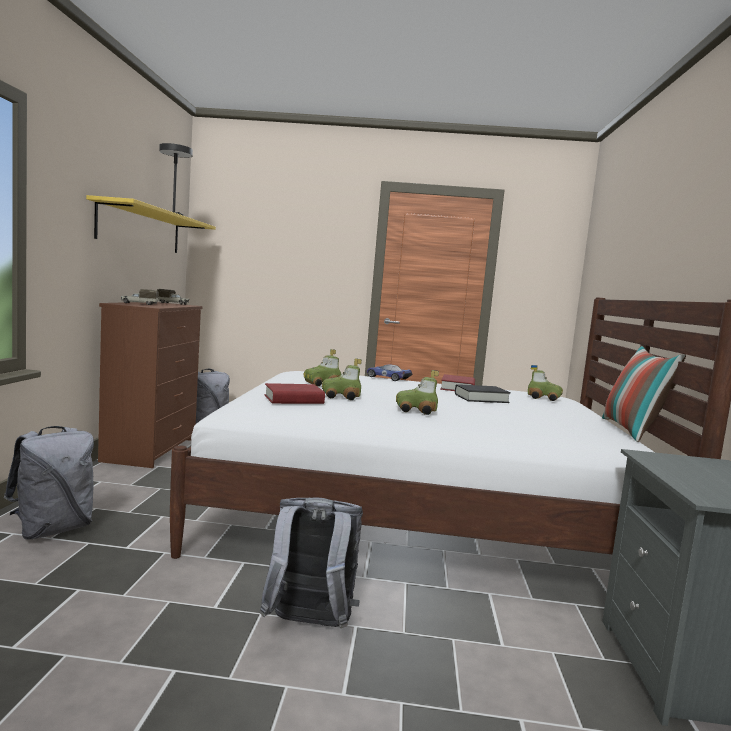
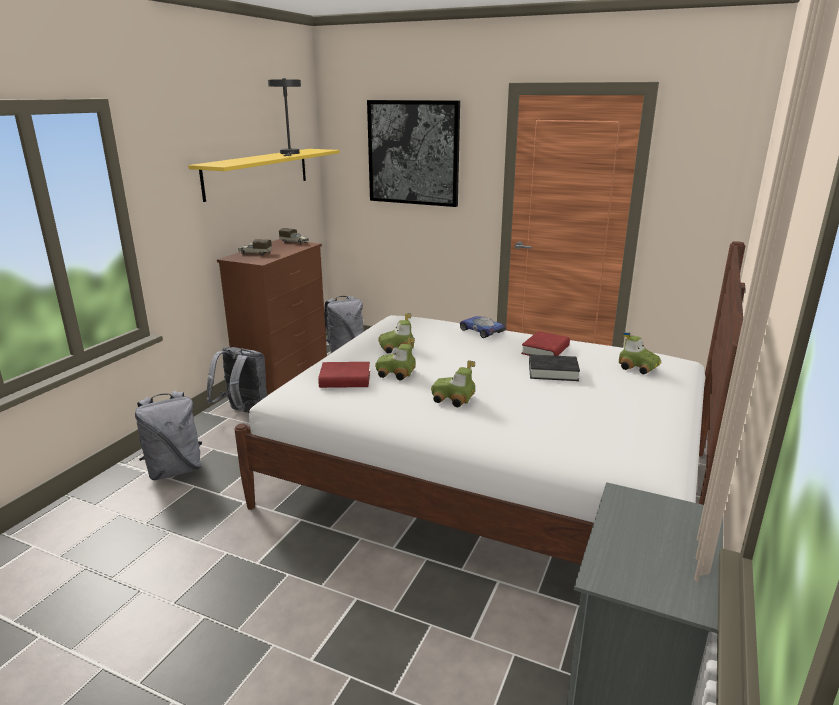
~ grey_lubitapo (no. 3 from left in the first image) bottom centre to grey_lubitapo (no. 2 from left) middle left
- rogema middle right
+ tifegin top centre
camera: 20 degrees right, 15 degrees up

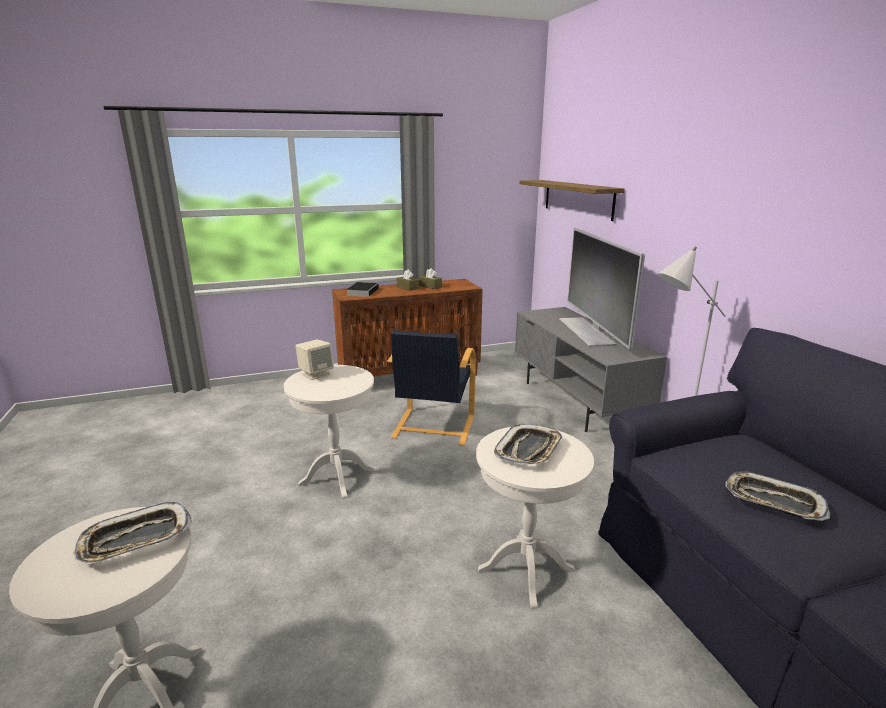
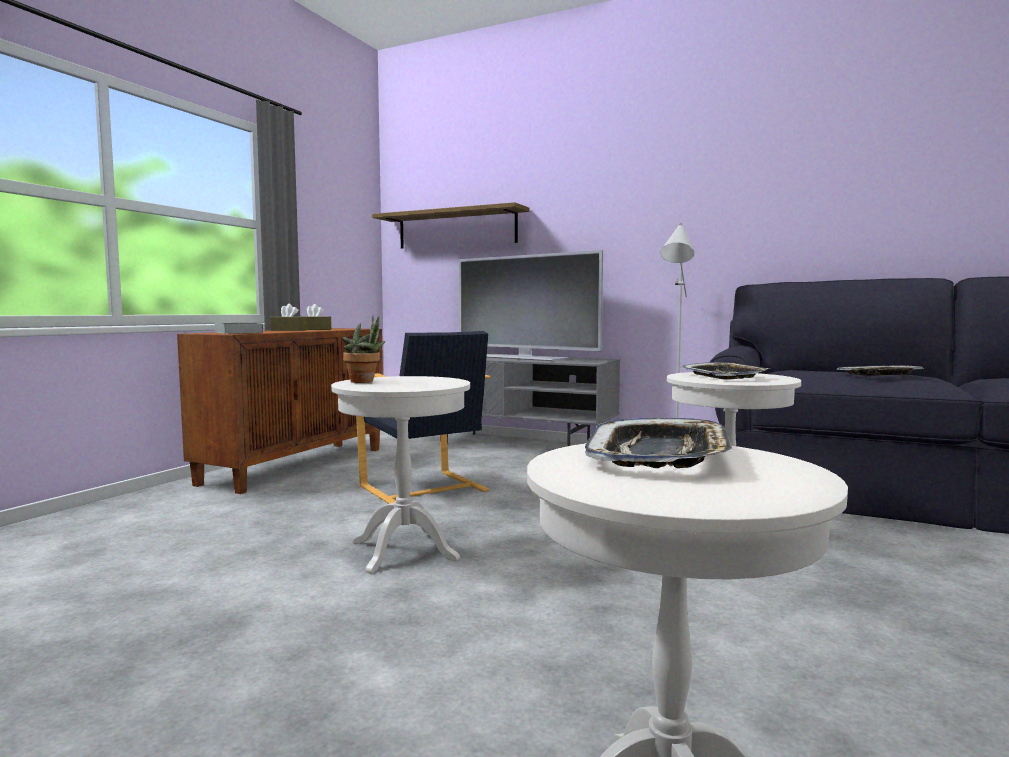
~ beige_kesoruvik centre to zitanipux centre
camera: 45 degrees left, 15 degrees down

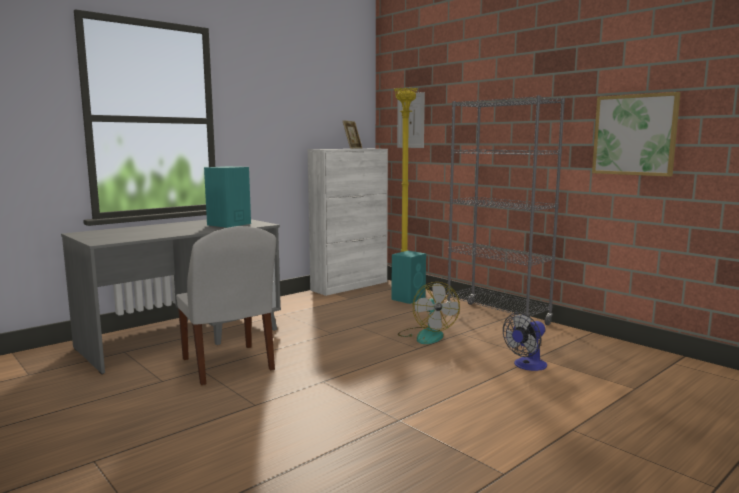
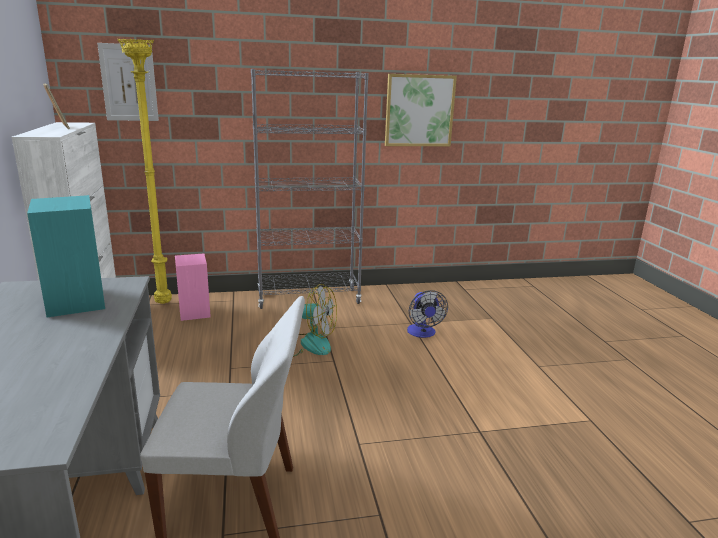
~ turquoise_kesoruvik (no. 2 from left) centre to pink_kesoruvik middle left
camera: 60 degrees left, 10 degrees up

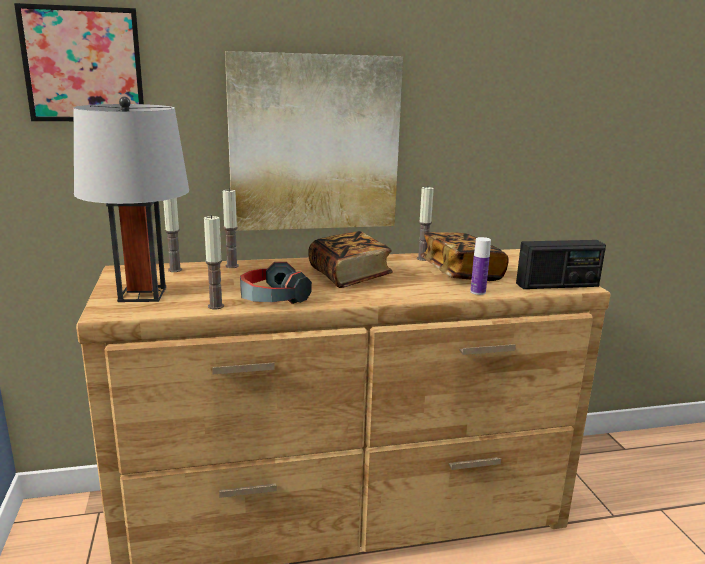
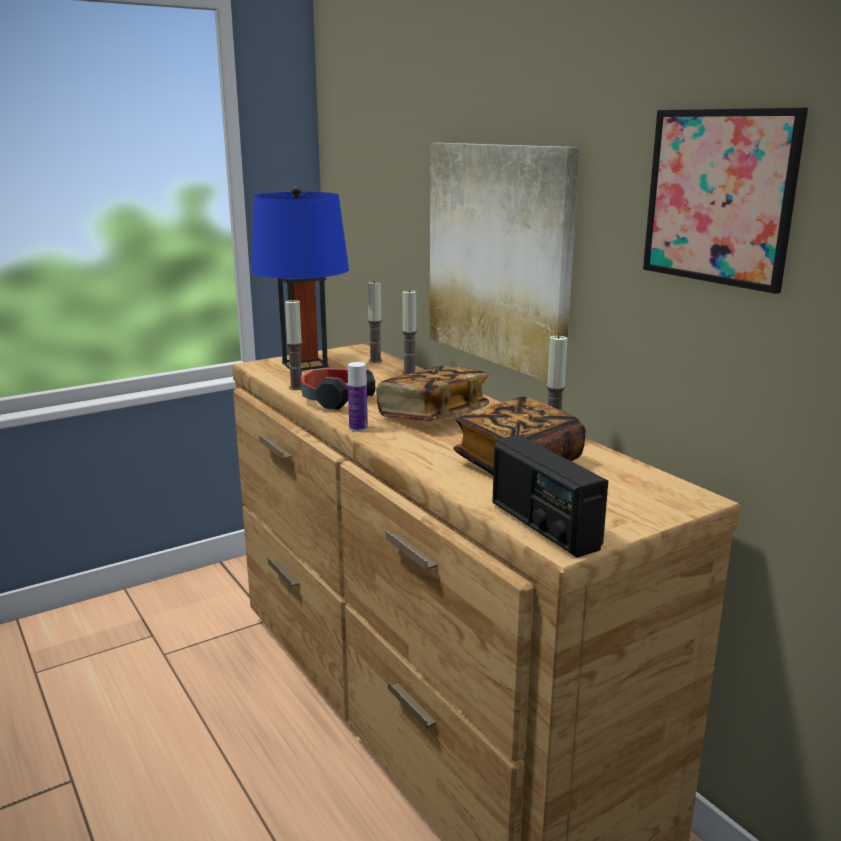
~ tifegin (no. 1 from left in the first image) top left to tifegin (no. 2 from left) top right
~ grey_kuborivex middle left to blue_kuborivex top centre
~ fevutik middle right to centre
camera: 70 degrees right, 0 degrees up

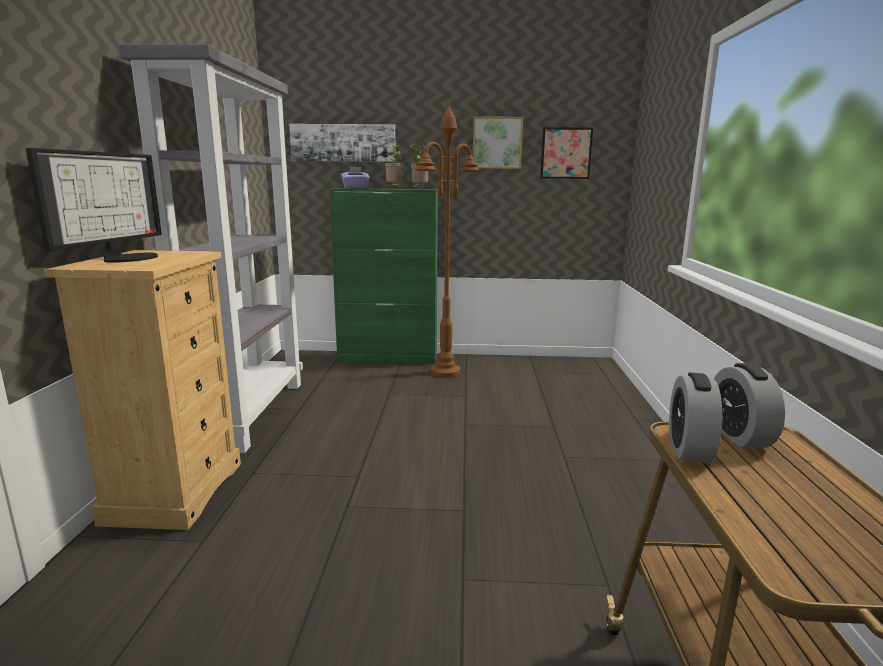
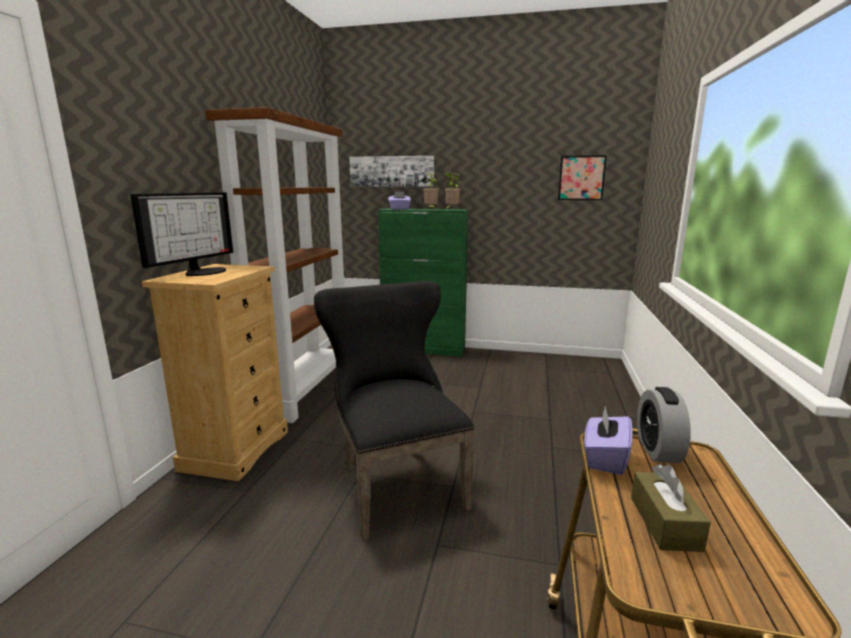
~ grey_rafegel middle left to brown_rafegel middle left
- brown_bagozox centre
- tifegin (no. 2 from left) top centre
~ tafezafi (no. 1 from left) middle right to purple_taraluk (no. 2 from left) bottom right
+ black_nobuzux centre
+ brown_taraluk bottom right
camera: 10 degrees right, 0 degrees up

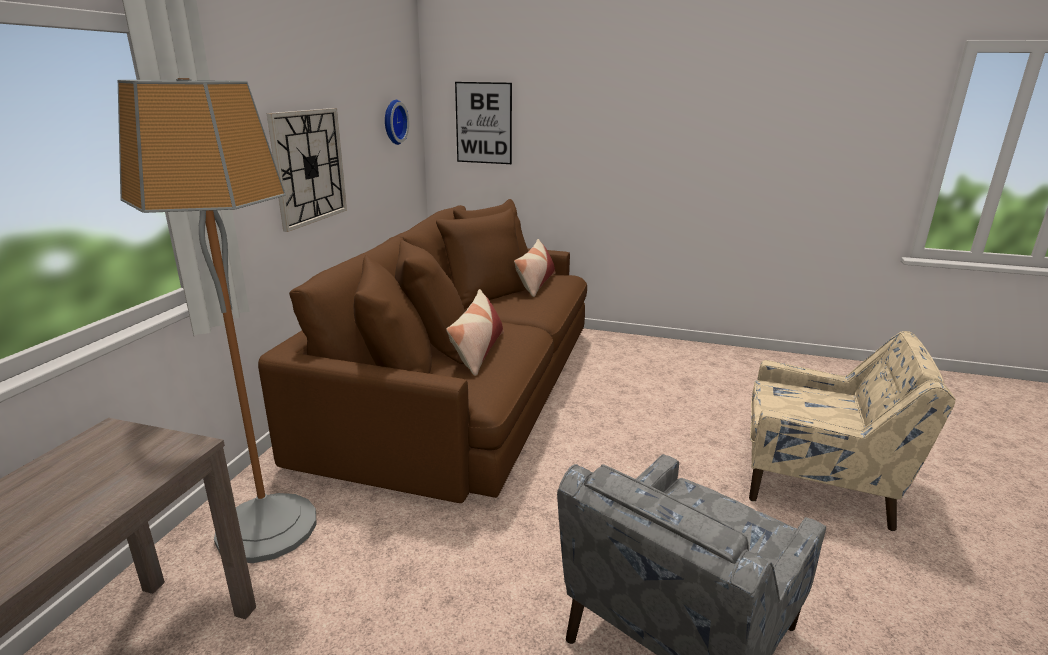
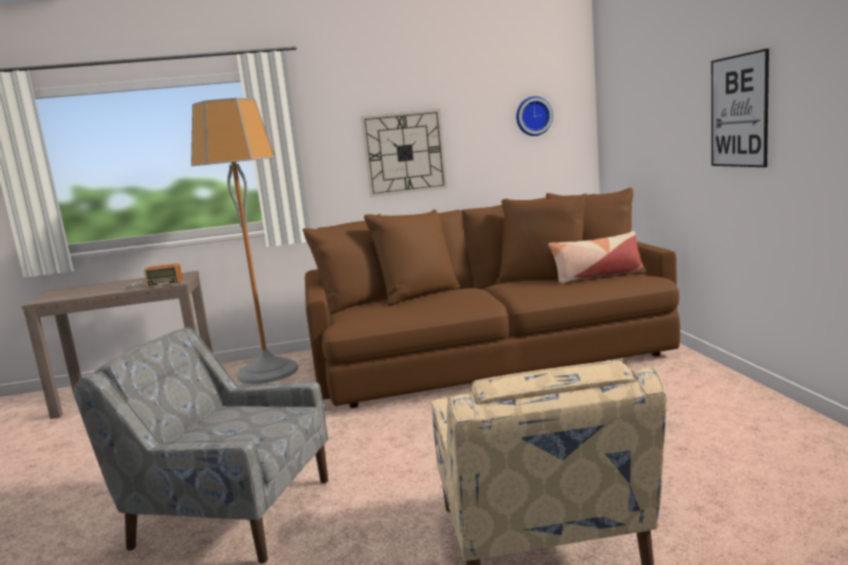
- rogema (no. 1 from left) centre
~ tifegin top centre to top right
+ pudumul middle left
camera: 65 degrees right, 10 degrees down

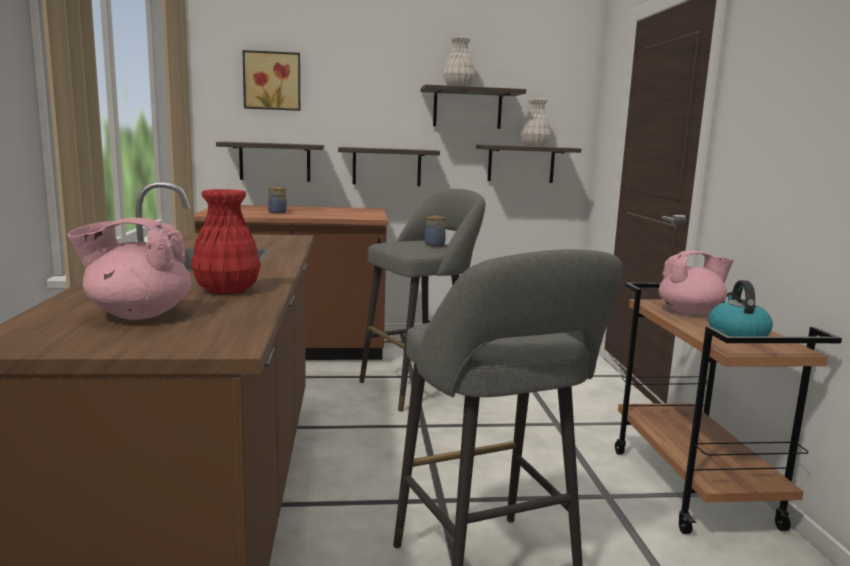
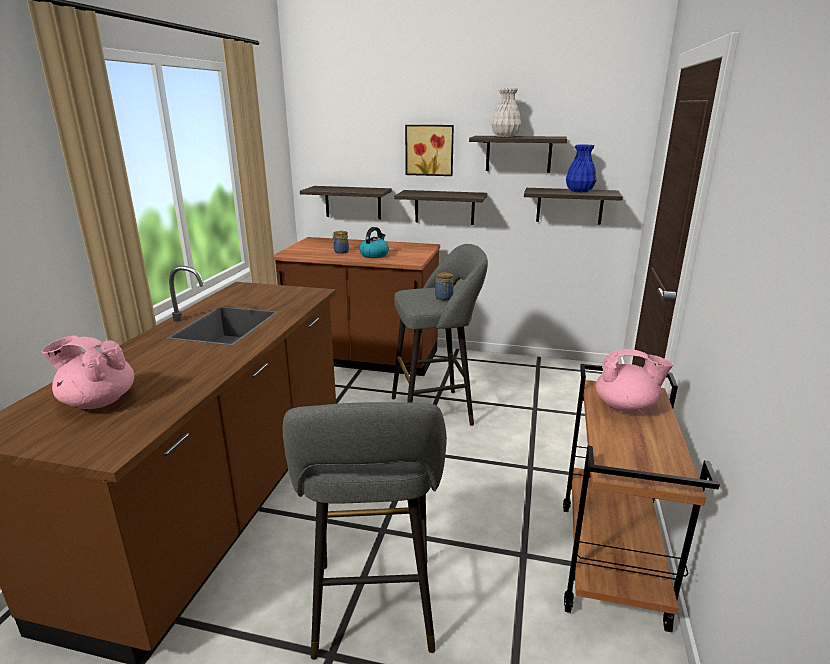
- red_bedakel middle left
~ tifegin top left to top centre
~ white_bedakel (no. 2 from left) top centre to blue_bedakel top right
~ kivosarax middle right to centre
camera: 20 degrees right, 10 degrees up

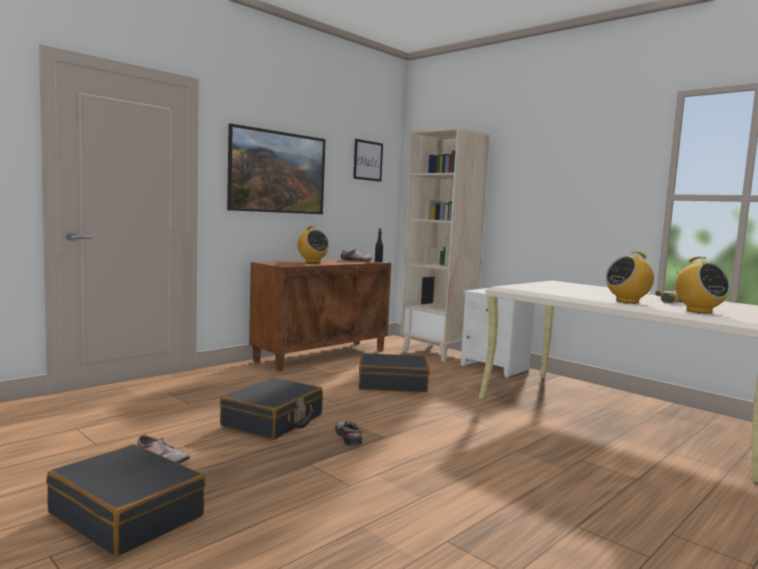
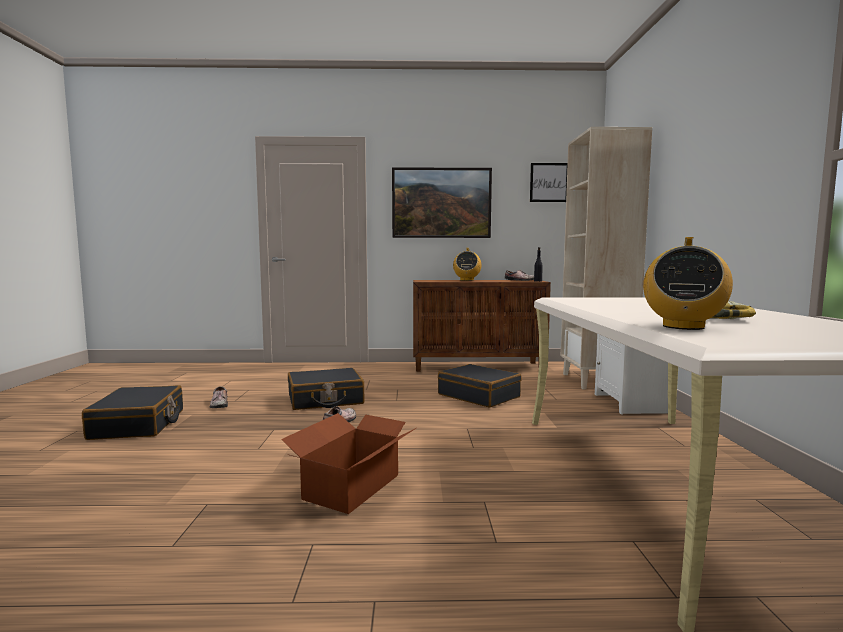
- pudumul (no. 2 from left) middle right
+ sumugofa bottom centre
camera: 45 degrees right, 0 degrees up

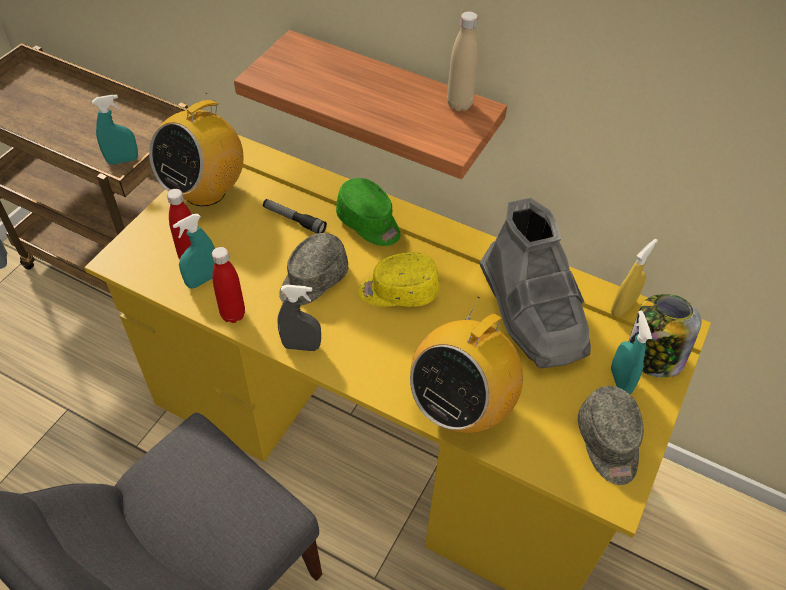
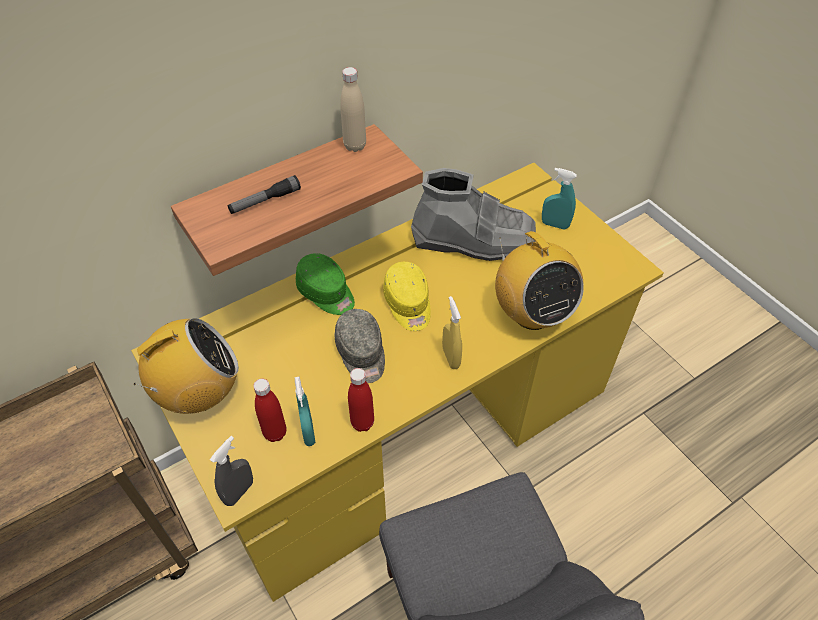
- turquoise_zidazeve (no. 1 from left) top left
~ pudumul (no. 1 from left) top left = middle left 90 degrees counterclockwise
~ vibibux centre to top left
~ grey_zidazeve centre to bottom left
~ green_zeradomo centre = centre 60 degrees clockwise
~ yellow_zeradomo centre = centre 45 degrees counterclockwise
- grey_zeradomo (no. 2 from left) bottom right
~ yellow_zidazeve middle right to centre
- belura middle right
camera: 60 degrees left, 0 degrees up

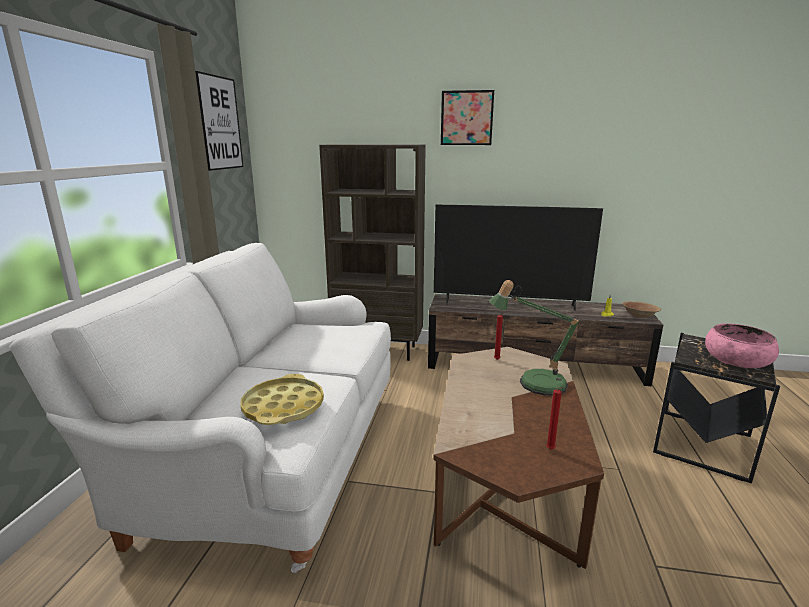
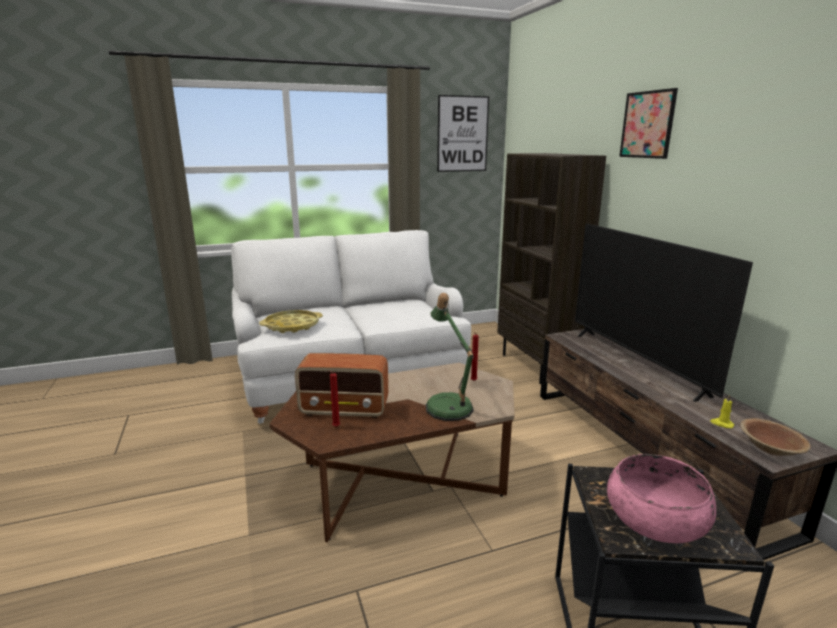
+ pudumul centre
camera: 60 degrees right, 0 degrees up

